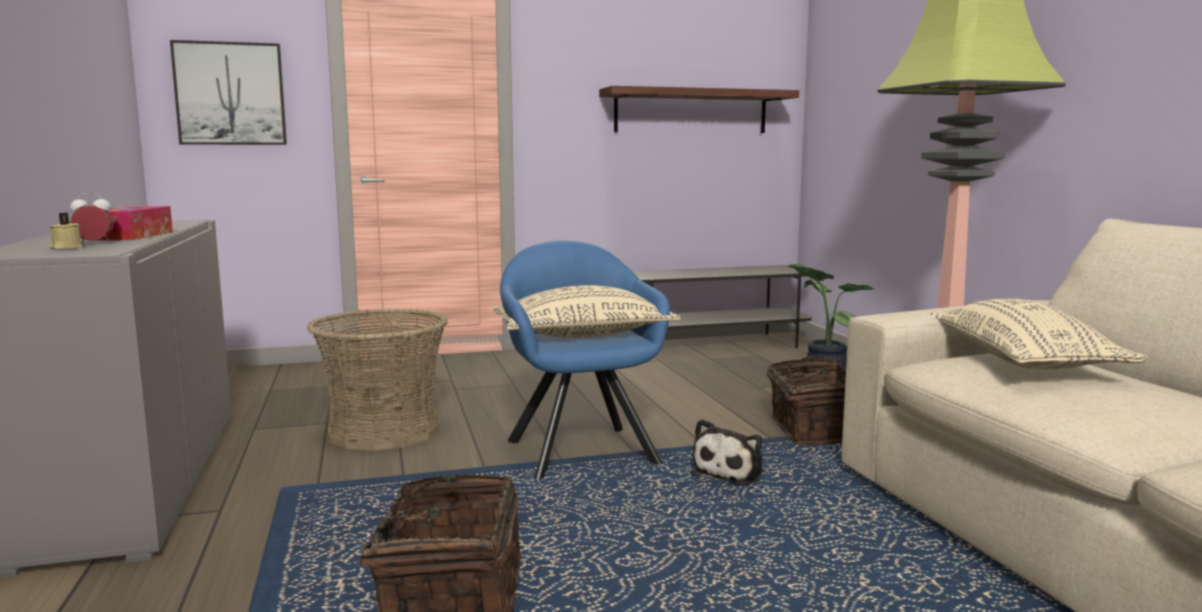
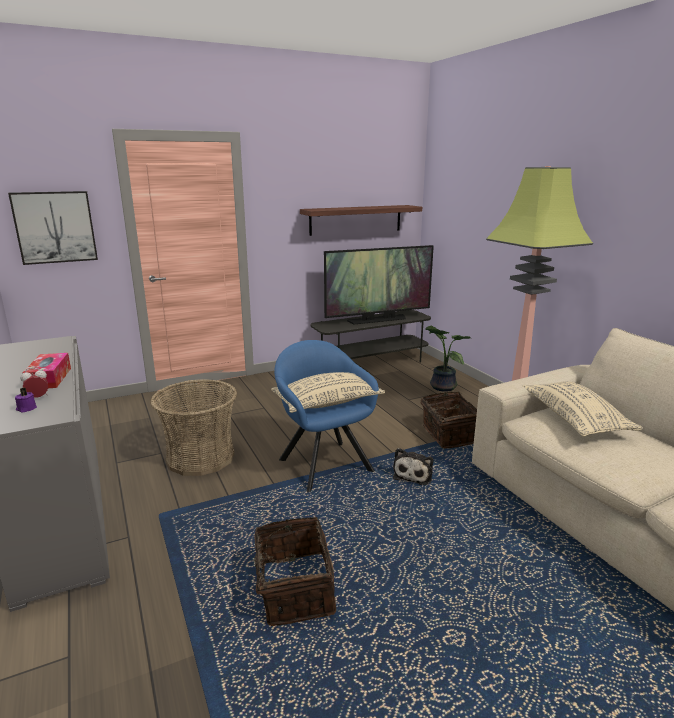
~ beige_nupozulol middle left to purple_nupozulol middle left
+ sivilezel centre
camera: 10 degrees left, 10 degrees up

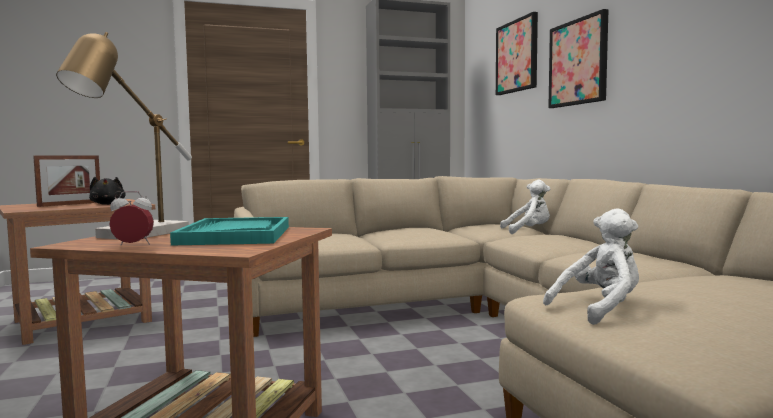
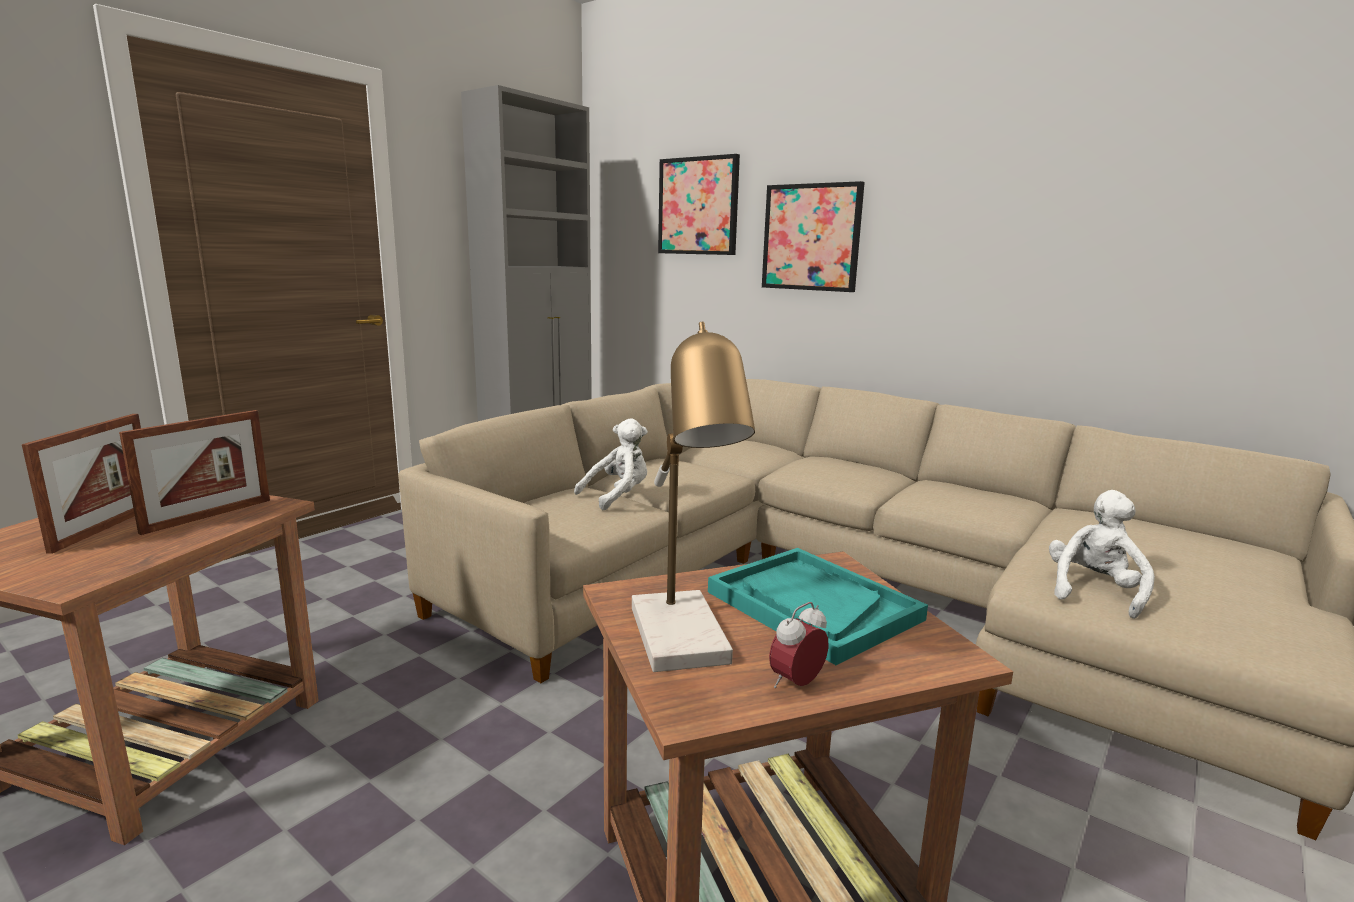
~ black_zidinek middle left to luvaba (no. 2 from left) middle left
~ white_zidinek (no. 1 from left) middle right to centre
camera: 35 degrees left, 10 degrees up

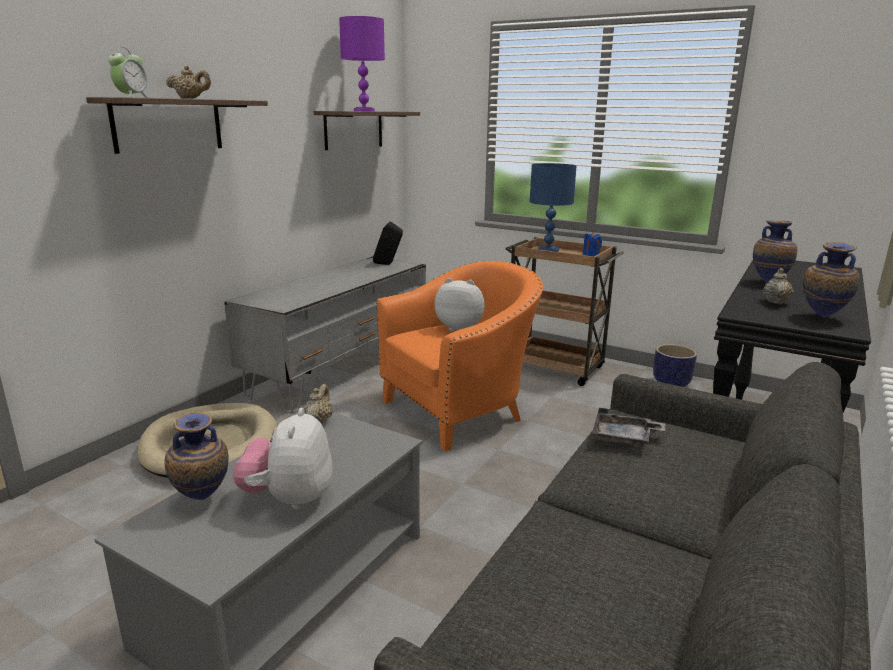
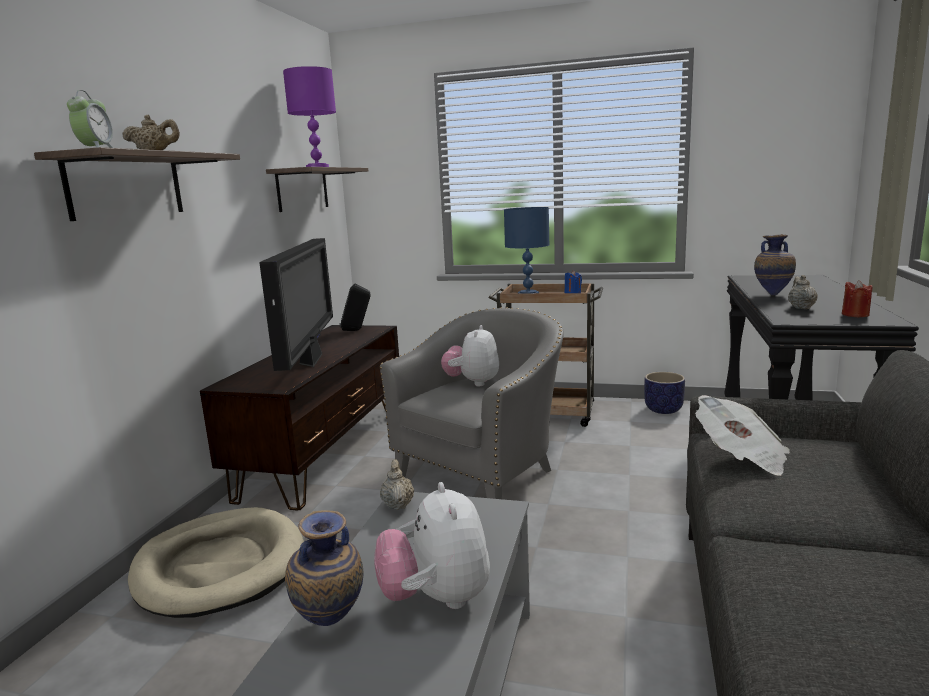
~ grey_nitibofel centre to brown_nitibofel middle left
~ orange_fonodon centre to grey_fonodon centre
~ zidinek (no. 2 from left) centre = centre 75 degrees counterclockwise
~ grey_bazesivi middle right to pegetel middle right
~ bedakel (no. 3 from left) middle right to red_nupozulol middle right
+ sivilezel middle left
camera: 15 degrees left, 5 degrees down

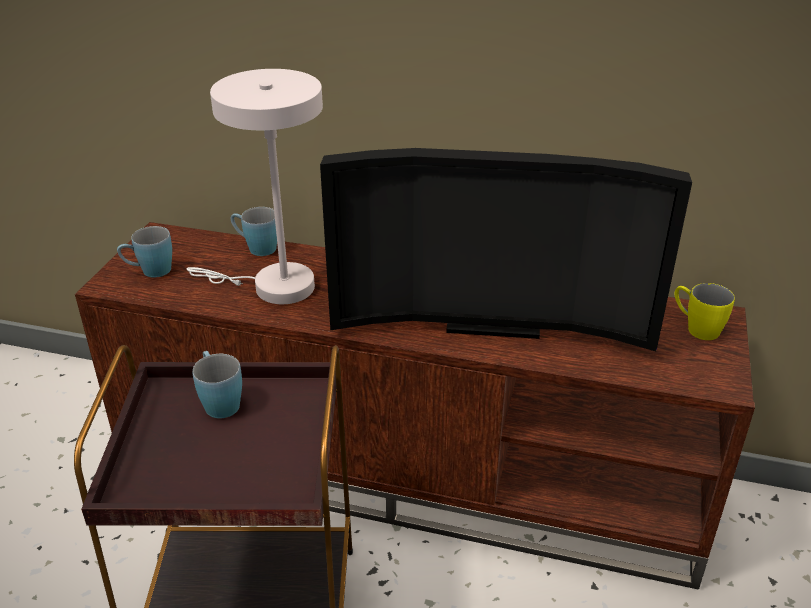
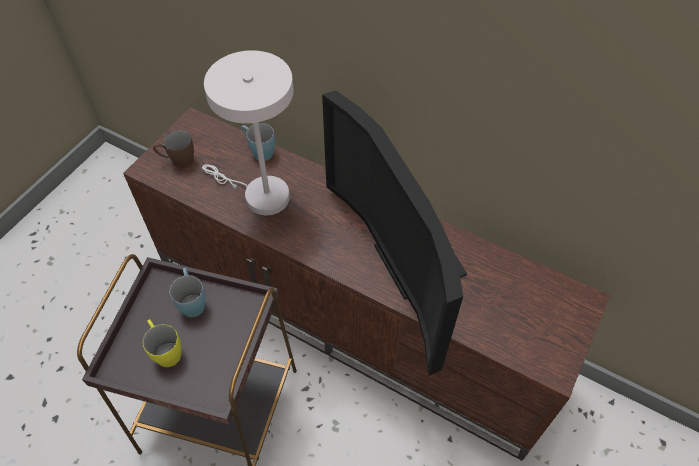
~ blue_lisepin (no. 1 from left) middle left to brown_lisepin top left
~ sivilezel centre = centre 45 degrees clockwise
~ yellow_lisepin middle right to bottom left
camera: 15 degrees right, 20 degrees up

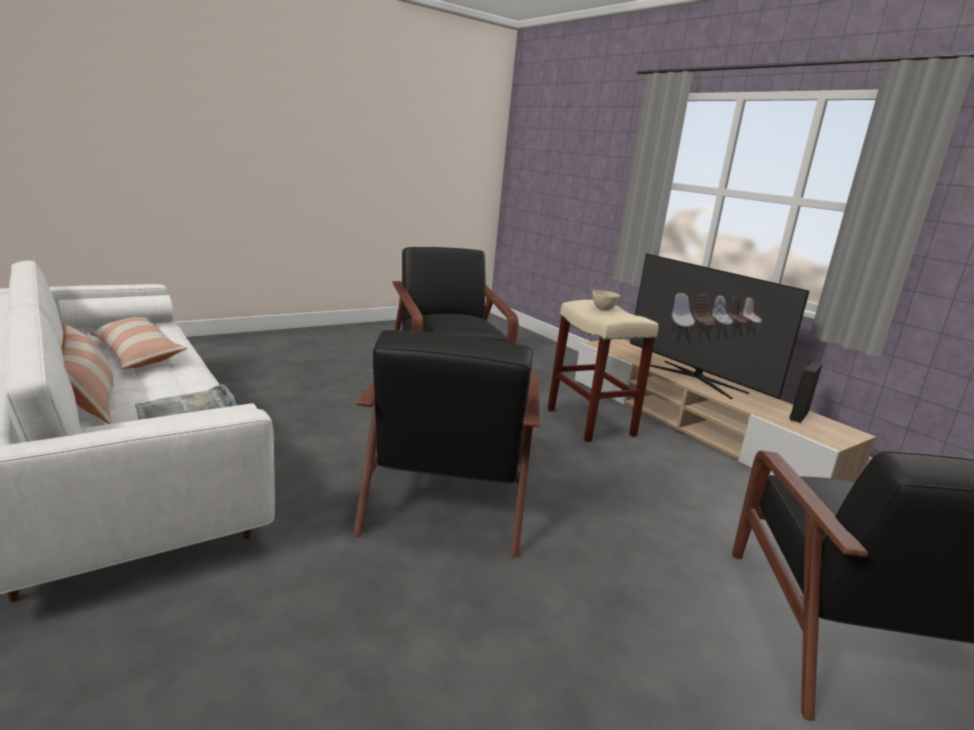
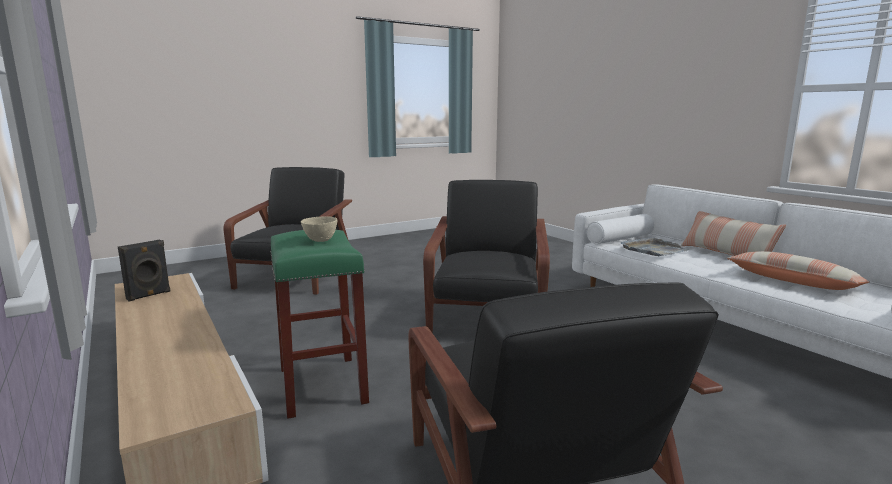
~ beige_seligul centre to green_seligul bottom centre
- sivilezel middle right
camera: 175 degrees left, 5 degrees down

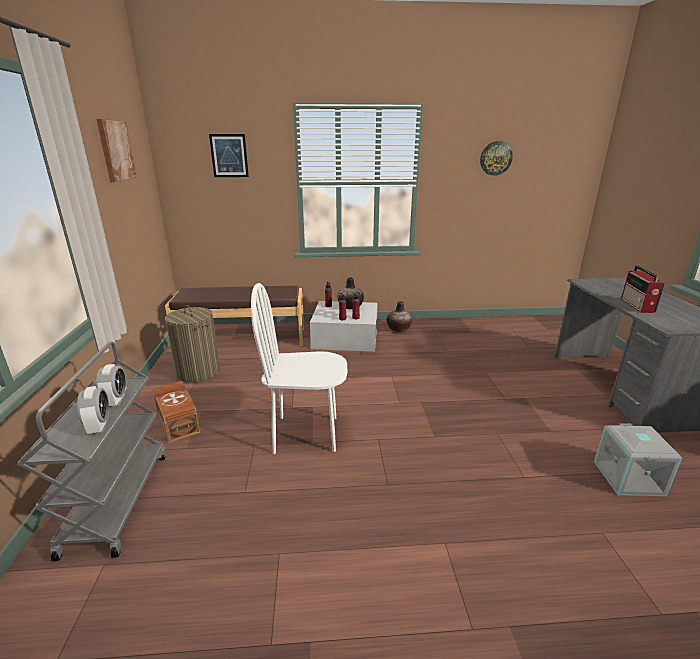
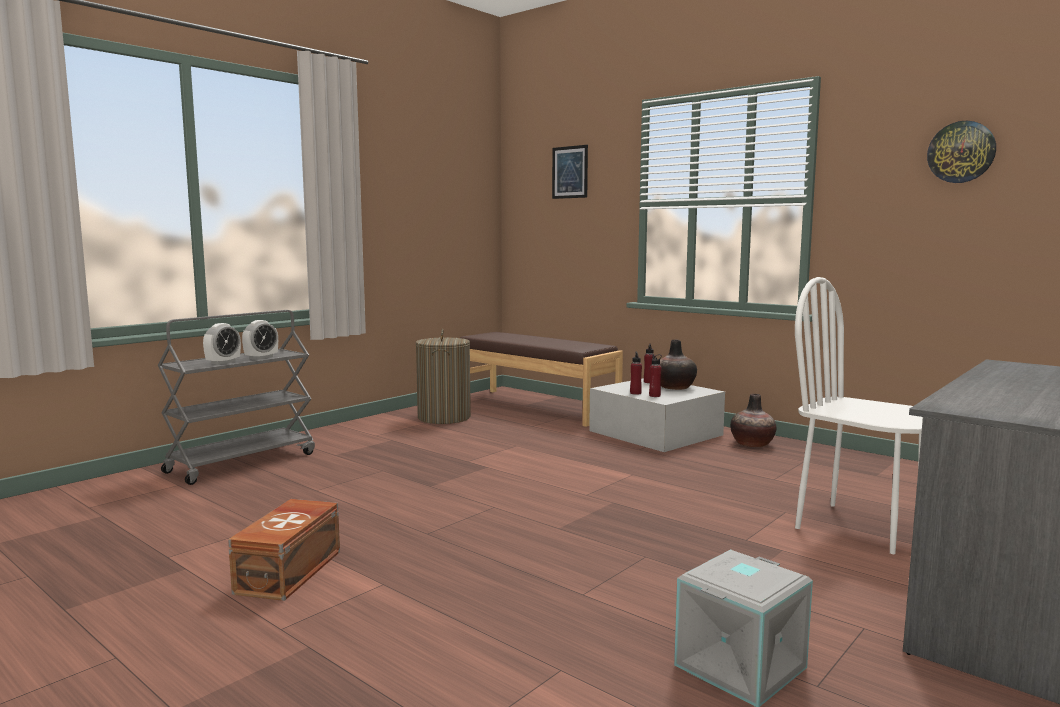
- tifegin (no. 1 from left) top left
~ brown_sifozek middle left to bottom left
~ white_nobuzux centre to middle right
- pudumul middle right
camera: 45 degrees right, 15 degrees down

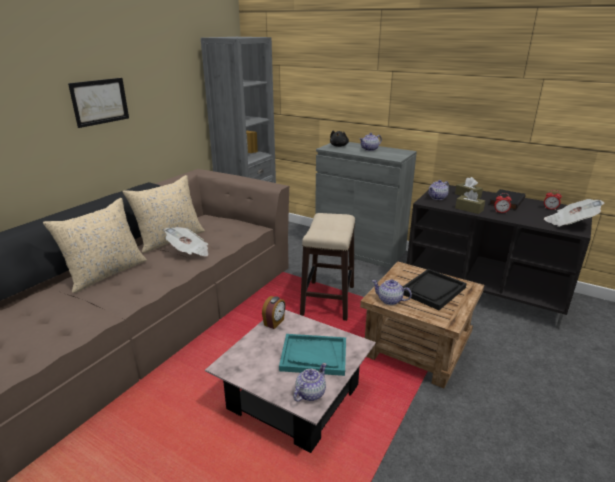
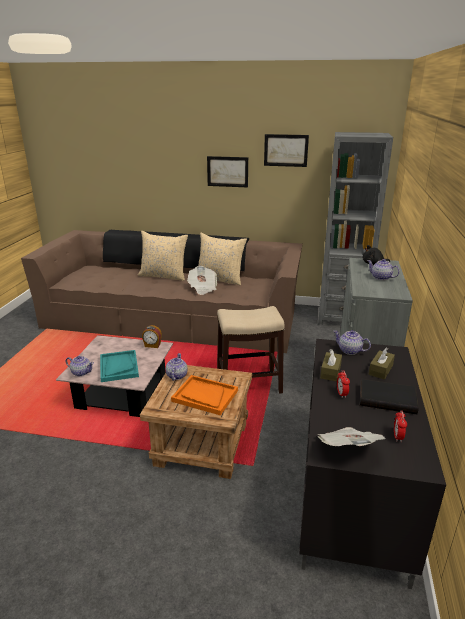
~ black_bazesivi middle right to orange_bazesivi centre
+ tifegin (no. 2 from left) top centre
camera: 70 degrees right, 0 degrees up

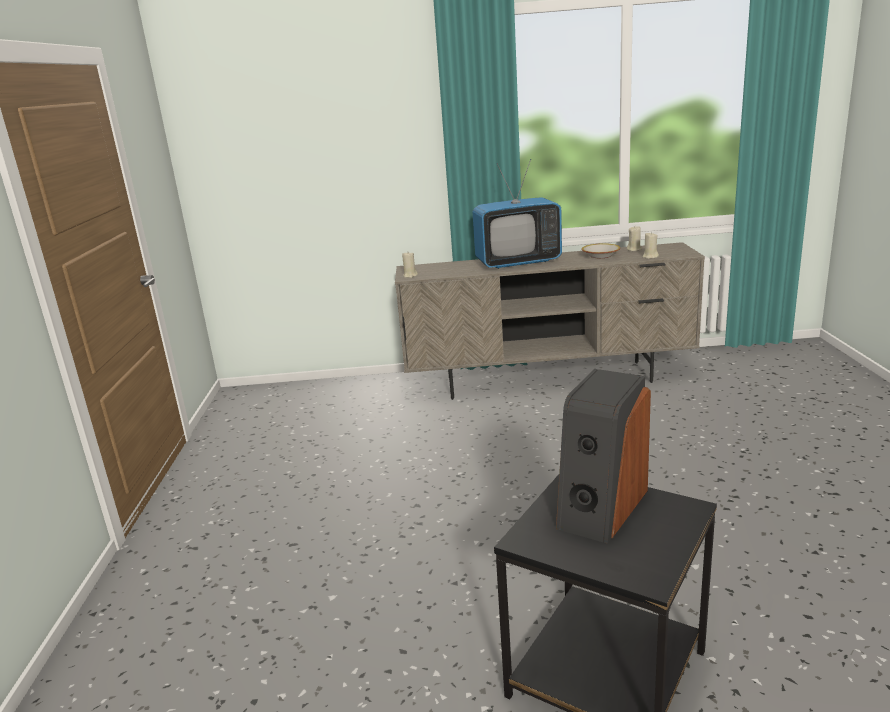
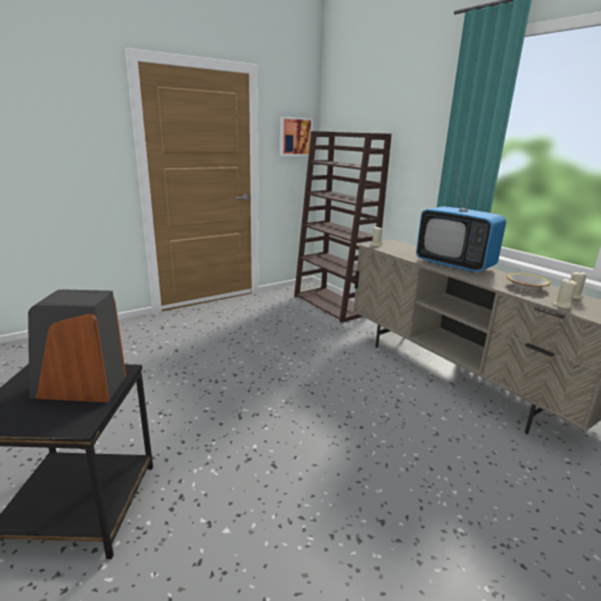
+ tifegin top centre
+ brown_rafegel centre
camera: 55 degrees right, 0 degrees up

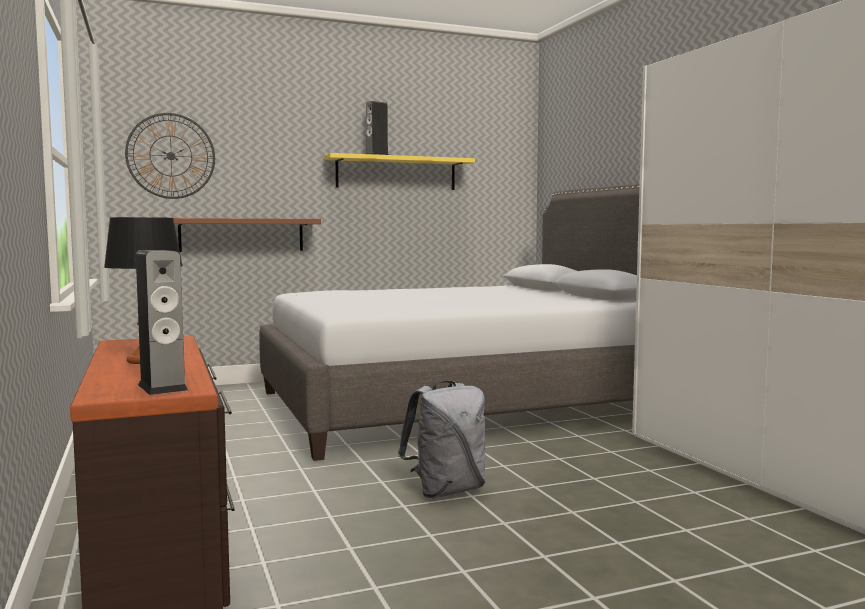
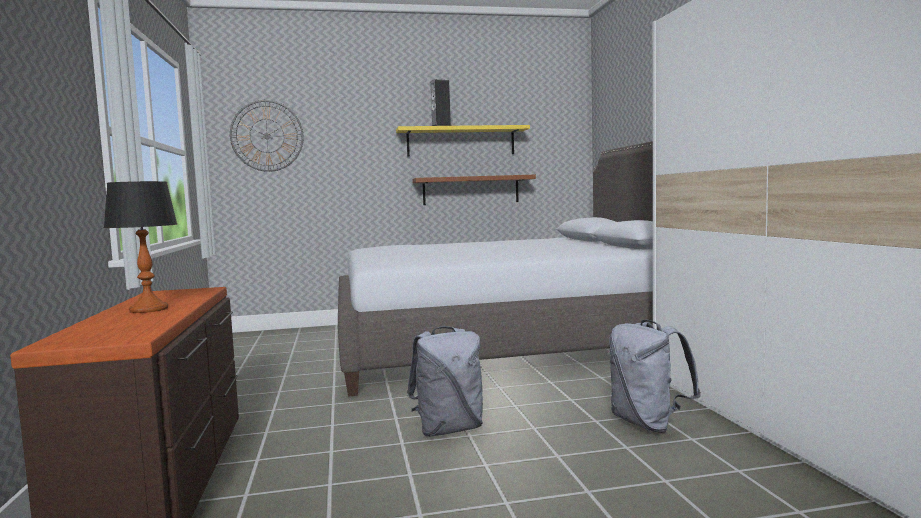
- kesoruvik (no. 1 from left) middle left
~ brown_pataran middle left to centre
+ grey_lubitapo (no. 2 from left) bottom right
camera: 10 degrees right, 0 degrees up

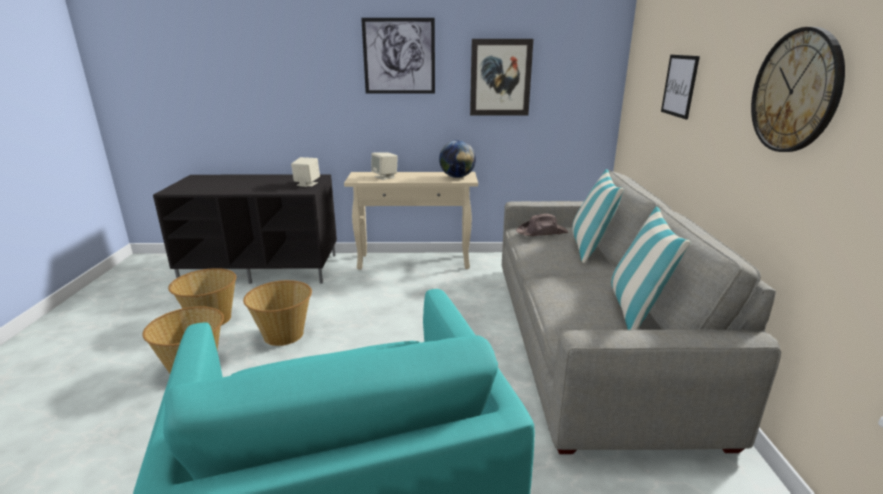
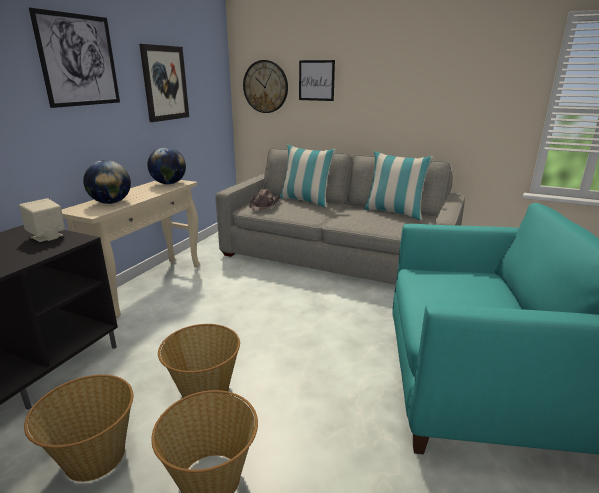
~ beige_kesoruvik (no. 2 from left) centre to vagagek (no. 1 from left) middle left
~ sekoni top right to top centre
camera: 65 degrees left, 0 degrees up

